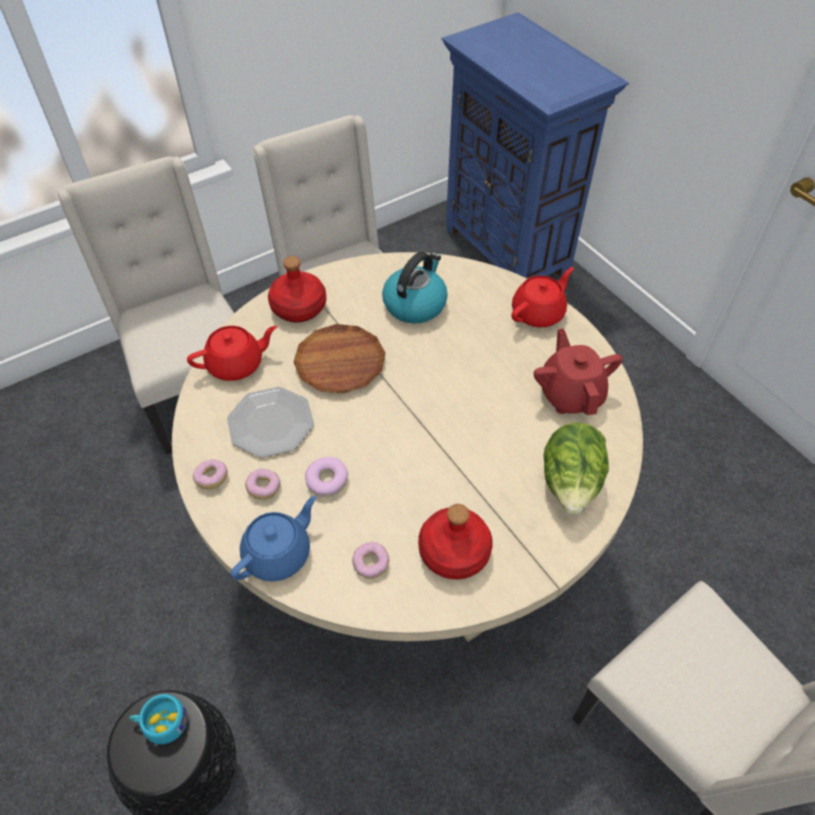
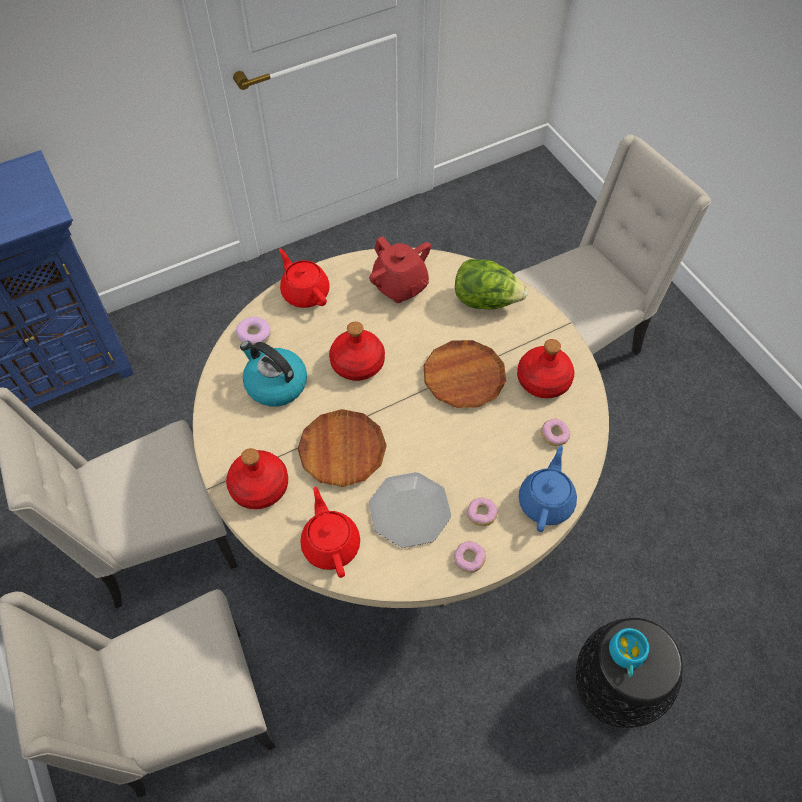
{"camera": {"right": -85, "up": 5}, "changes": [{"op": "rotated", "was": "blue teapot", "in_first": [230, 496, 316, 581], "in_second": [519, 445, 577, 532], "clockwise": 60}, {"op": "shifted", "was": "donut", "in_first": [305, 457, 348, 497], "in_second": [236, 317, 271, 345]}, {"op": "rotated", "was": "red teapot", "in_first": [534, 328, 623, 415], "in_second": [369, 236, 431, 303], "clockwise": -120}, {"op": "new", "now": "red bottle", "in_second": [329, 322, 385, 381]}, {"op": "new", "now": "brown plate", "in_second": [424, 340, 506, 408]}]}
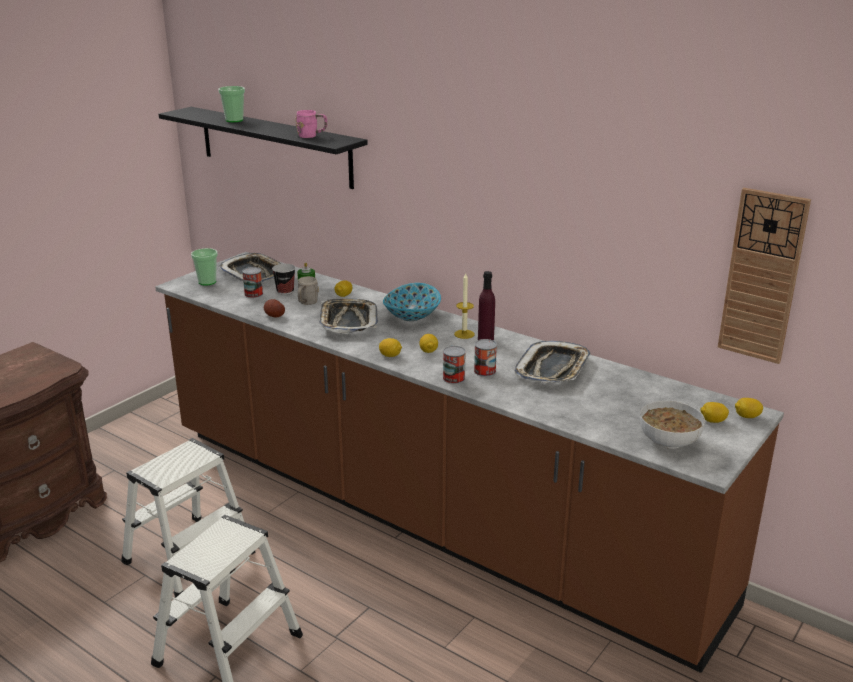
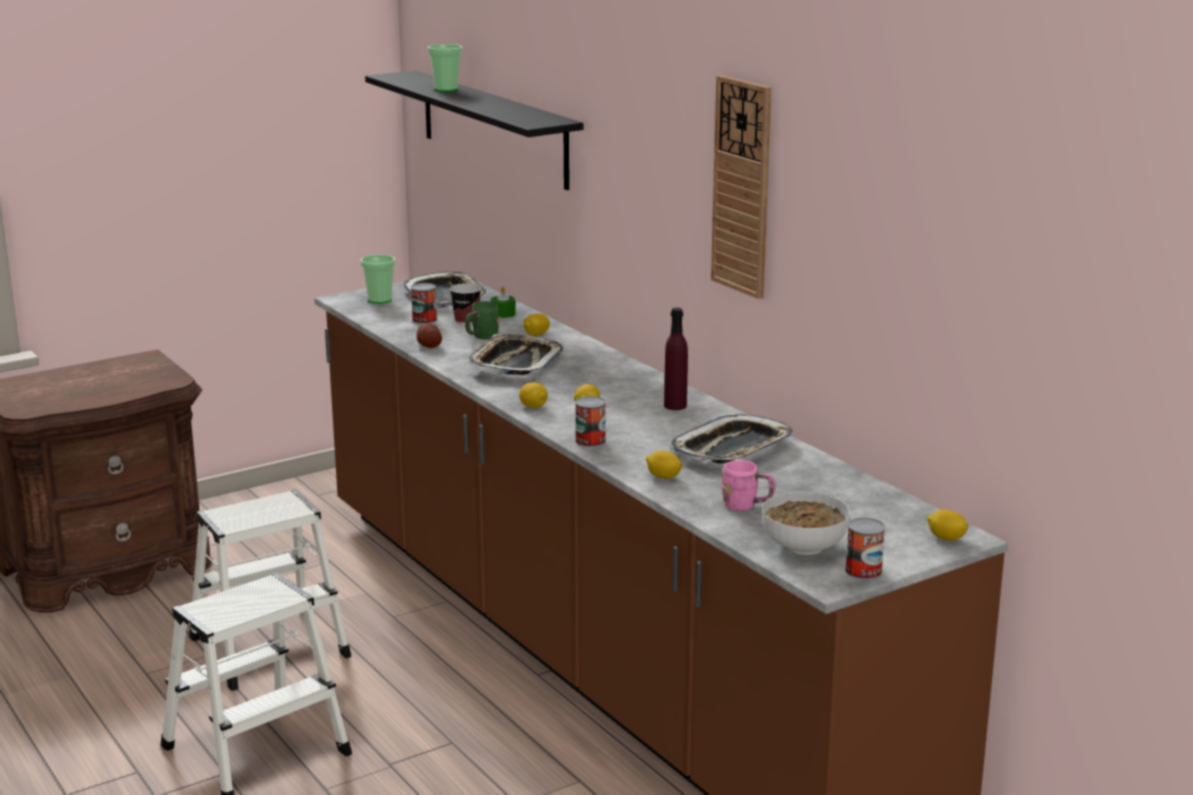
{"camera": {"right": 20, "up": -5}, "changes": [{"op": "shifted", "was": "pink mug", "in_first": [295, 110, 327, 138], "in_second": [722, 460, 775, 511]}, {"op": "repainted", "was": "grey mug", "now": "green mug", "in_first": [298, 276, 319, 305], "in_second": [465, 301, 500, 340]}, {"op": "gone", "was": "bowl", "in_first": [383, 283, 441, 321]}, {"op": "gone", "was": "candle", "in_first": [454, 273, 475, 339]}, {"op": "shifted", "was": "can", "in_first": [474, 339, 497, 377], "in_second": [845, 517, 885, 580]}, {"op": "shifted", "was": "lemon", "in_first": [700, 402, 729, 423], "in_second": [646, 450, 682, 479]}, {"op": "shifted", "was": "wall clock", "in_first": [718, 188, 811, 364], "in_second": [711, 75, 772, 299]}]}
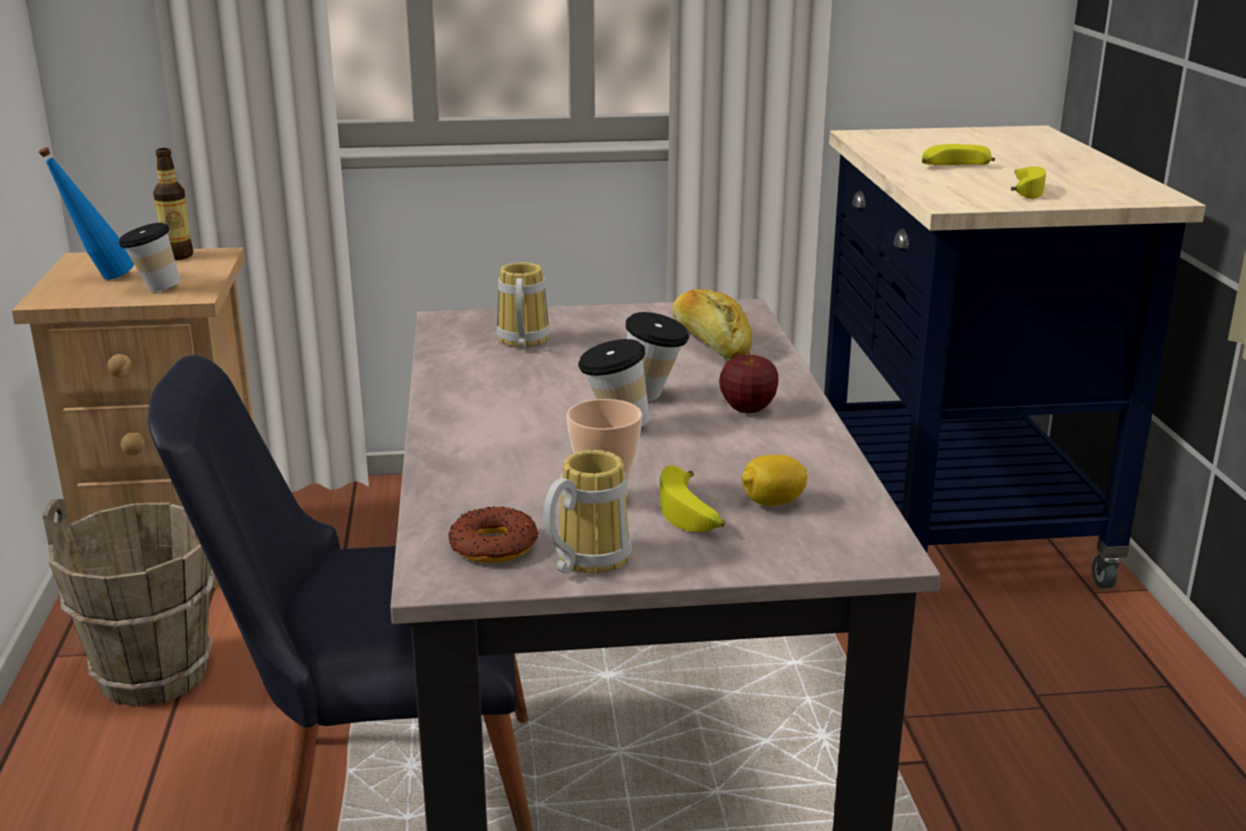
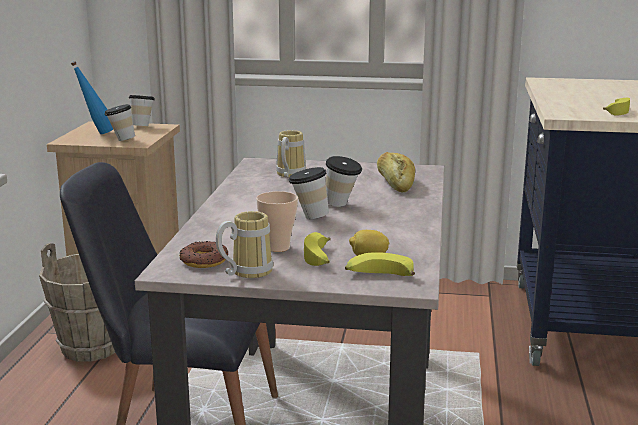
{"camera": {"right": 15, "up": -5}, "changes": [{"op": "swapped", "was": "bottle", "now": "cup", "in_first": [153, 148, 193, 260], "in_second": [129, 95, 155, 126]}, {"op": "gone", "was": "apple", "in_first": [719, 352, 779, 413]}, {"op": "shifted", "was": "banana", "in_first": [922, 144, 995, 165], "in_second": [345, 252, 415, 276]}]}
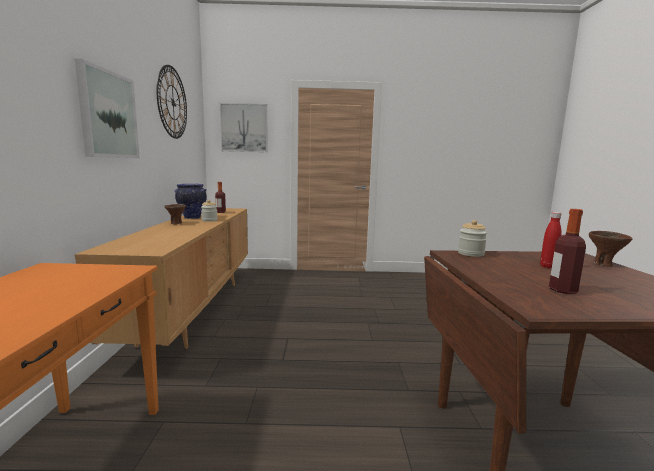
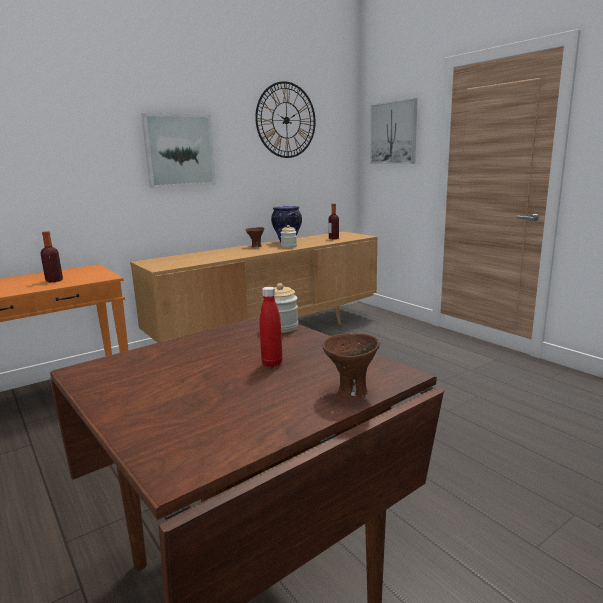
{"camera": {"right": 55, "up": 5}, "changes": [{"op": "shifted", "was": "bottle", "in_first": [549, 209, 586, 294], "in_second": [40, 231, 63, 282]}]}
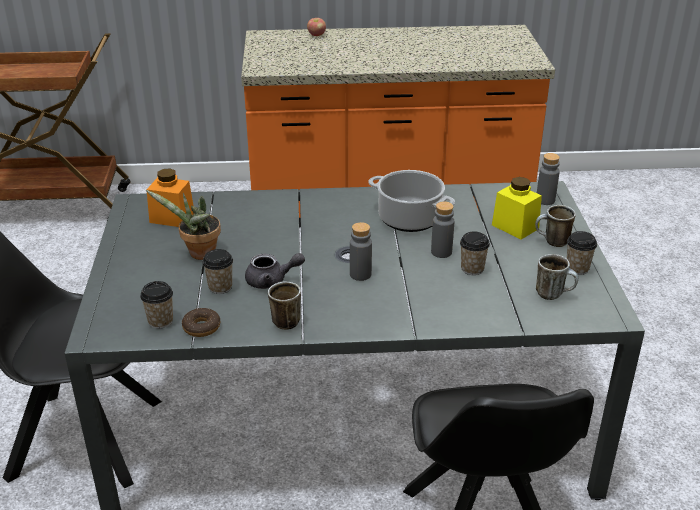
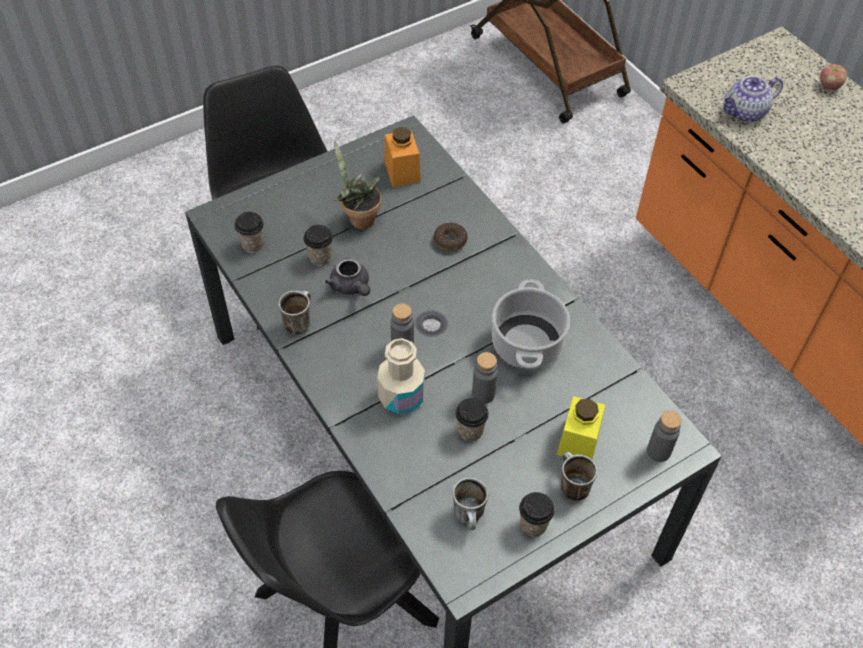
{"camera": {"right": 60, "up": 20}, "changes": [{"op": "shifted", "was": "donut", "in_first": [182, 308, 220, 337], "in_second": [434, 223, 468, 251]}, {"op": "new", "now": "beige bottle", "in_second": [377, 338, 425, 414]}, {"op": "new", "now": "teapot", "in_second": [721, 76, 783, 122]}]}
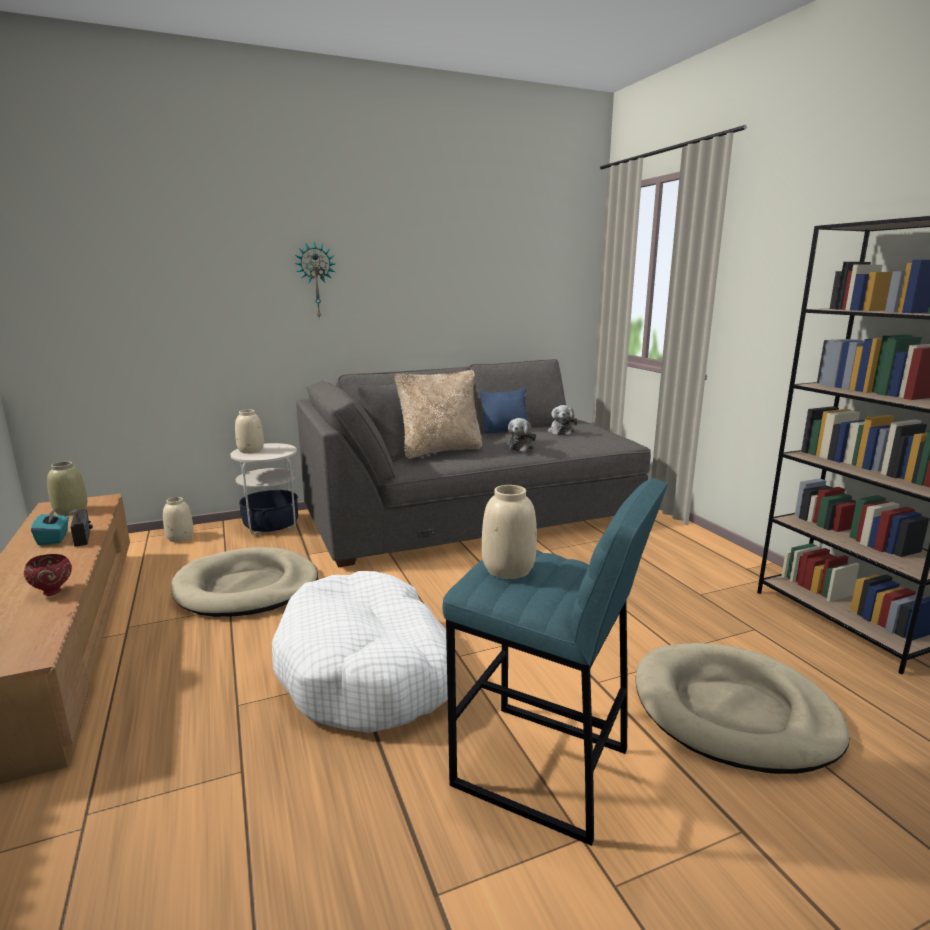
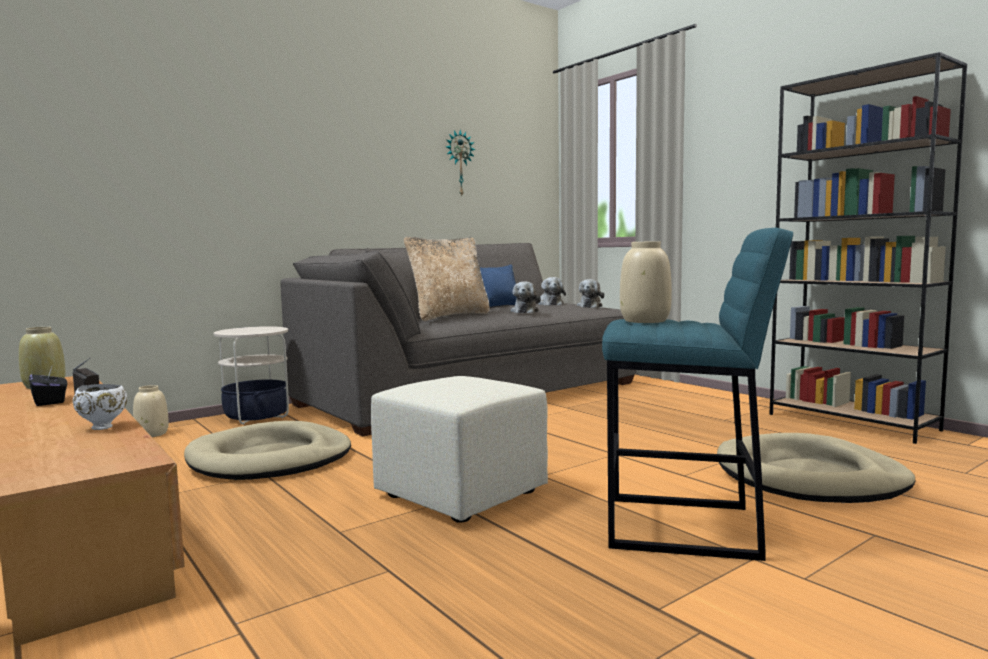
{"camera": {"right": -15, "up": -10}, "changes": [{"op": "repainted", "was": "red bowl", "now": "white bowl", "in_first": [24, 554, 72, 596], "in_second": [73, 384, 127, 430]}, {"op": "repainted", "was": "turquoise tissue box", "now": "black tissue box", "in_first": [31, 507, 69, 546], "in_second": [29, 364, 67, 406]}, {"op": "gone", "was": "beige vase", "in_first": [235, 410, 264, 454]}, {"op": "swapped", "was": "white dog bed", "now": "beige ottoman", "in_first": [272, 571, 448, 733], "in_second": [371, 376, 548, 523]}, {"op": "shifted", "was": "wall clock", "in_first": [294, 242, 335, 320], "in_second": [446, 130, 475, 197]}, {"op": "new", "now": "plush toy", "in_second": [577, 279, 604, 308]}]}
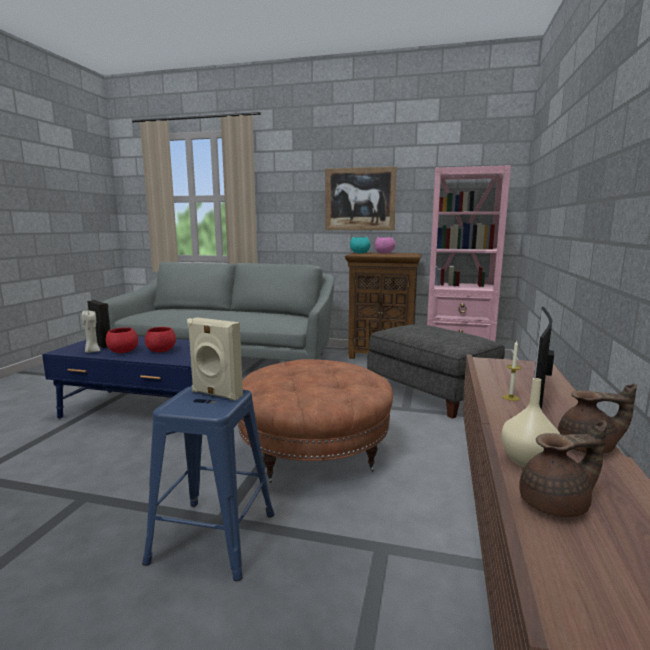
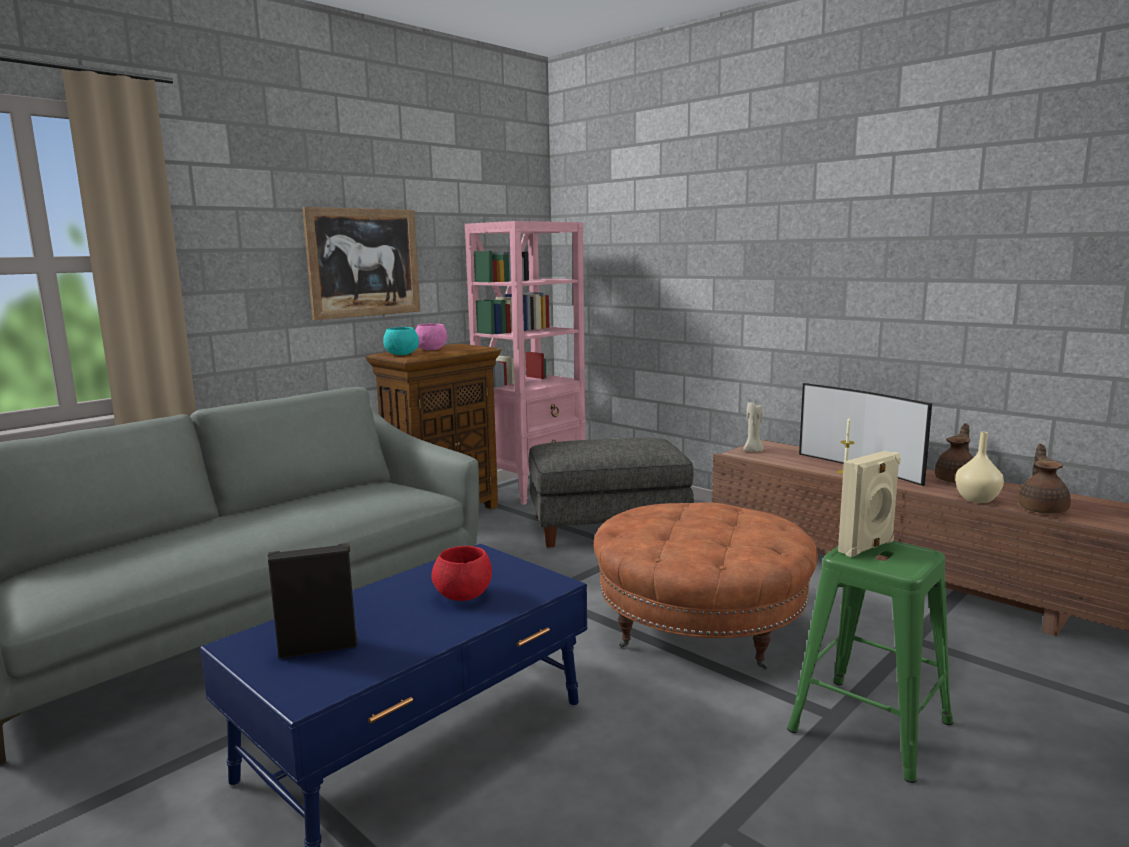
{"camera": {"right": -60, "up": 0}, "changes": [{"op": "shifted", "was": "beige candle", "in_first": [82, 310, 100, 353], "in_second": [743, 402, 764, 452]}, {"op": "gone", "was": "red bowl", "in_first": [105, 327, 138, 353]}, {"op": "repainted", "was": "blue stool", "now": "green stool", "in_first": [142, 386, 274, 581], "in_second": [787, 541, 954, 783]}]}
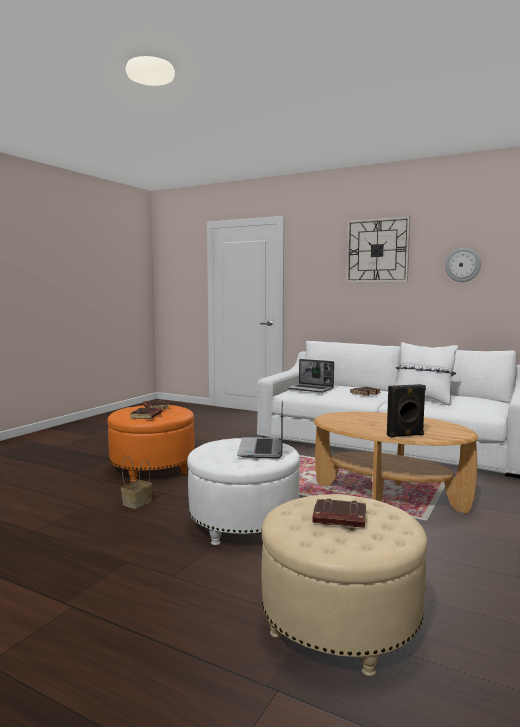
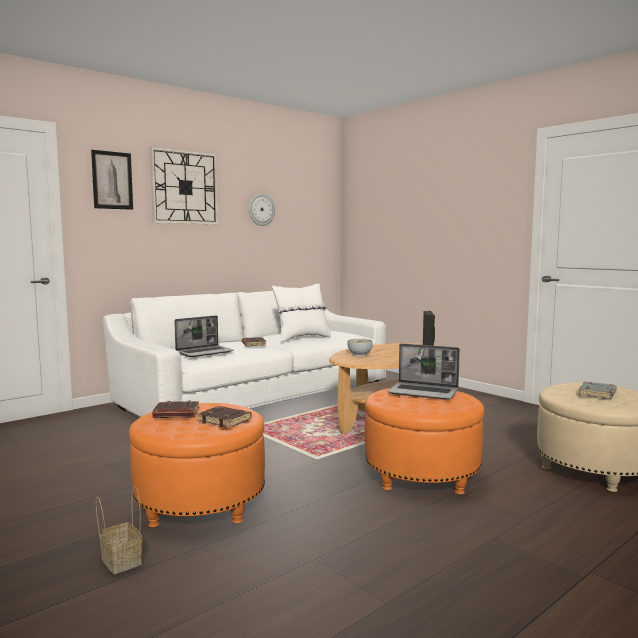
{"camera": {"right": -70, "up": 0}, "changes": [{"op": "shifted", "was": "basket", "in_first": [121, 456, 152, 509], "in_second": [96, 486, 142, 574]}, {"op": "repainted", "was": "white ottoman", "now": "orange ottoman", "in_first": [187, 438, 300, 545], "in_second": [364, 388, 484, 494]}, {"op": "repainted", "was": "brown book", "now": "grey book", "in_first": [313, 499, 366, 528], "in_second": [579, 381, 617, 399]}, {"op": "new", "now": "picture", "in_second": [91, 150, 133, 210]}, {"op": "new", "now": "bowl", "in_second": [347, 339, 373, 356]}]}
